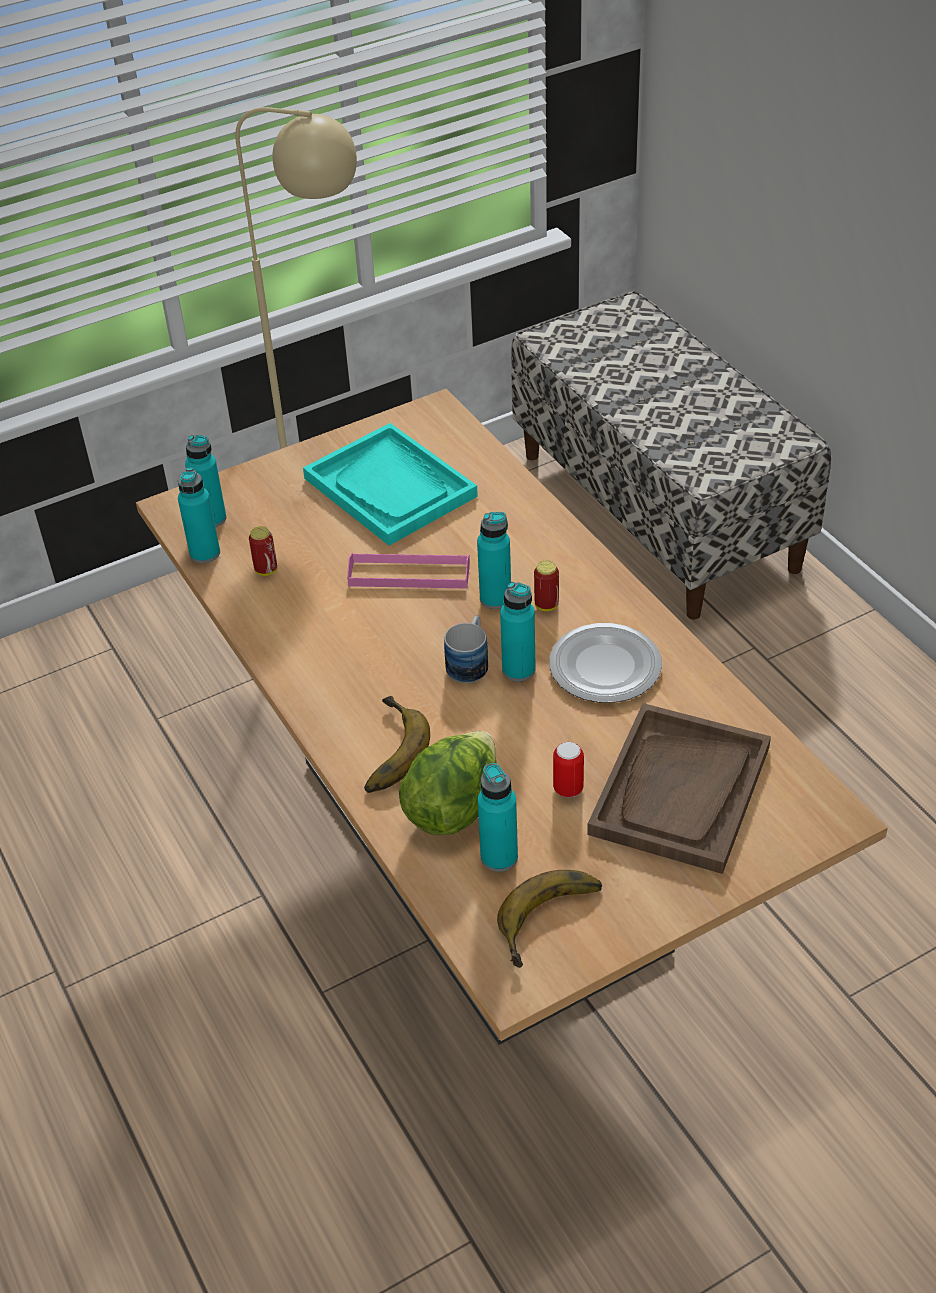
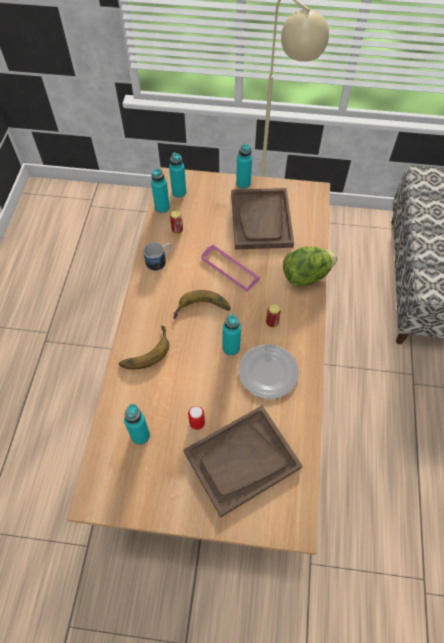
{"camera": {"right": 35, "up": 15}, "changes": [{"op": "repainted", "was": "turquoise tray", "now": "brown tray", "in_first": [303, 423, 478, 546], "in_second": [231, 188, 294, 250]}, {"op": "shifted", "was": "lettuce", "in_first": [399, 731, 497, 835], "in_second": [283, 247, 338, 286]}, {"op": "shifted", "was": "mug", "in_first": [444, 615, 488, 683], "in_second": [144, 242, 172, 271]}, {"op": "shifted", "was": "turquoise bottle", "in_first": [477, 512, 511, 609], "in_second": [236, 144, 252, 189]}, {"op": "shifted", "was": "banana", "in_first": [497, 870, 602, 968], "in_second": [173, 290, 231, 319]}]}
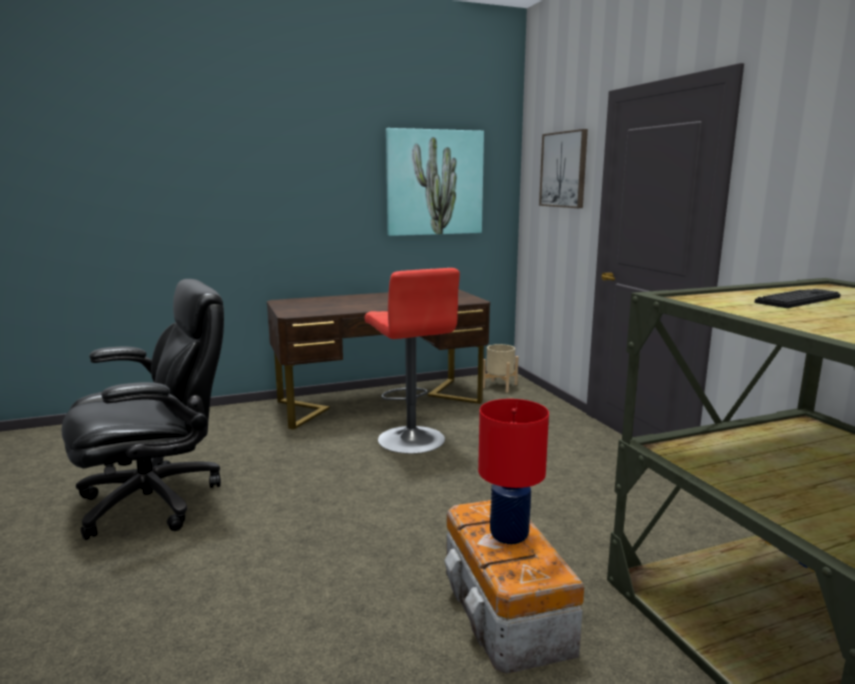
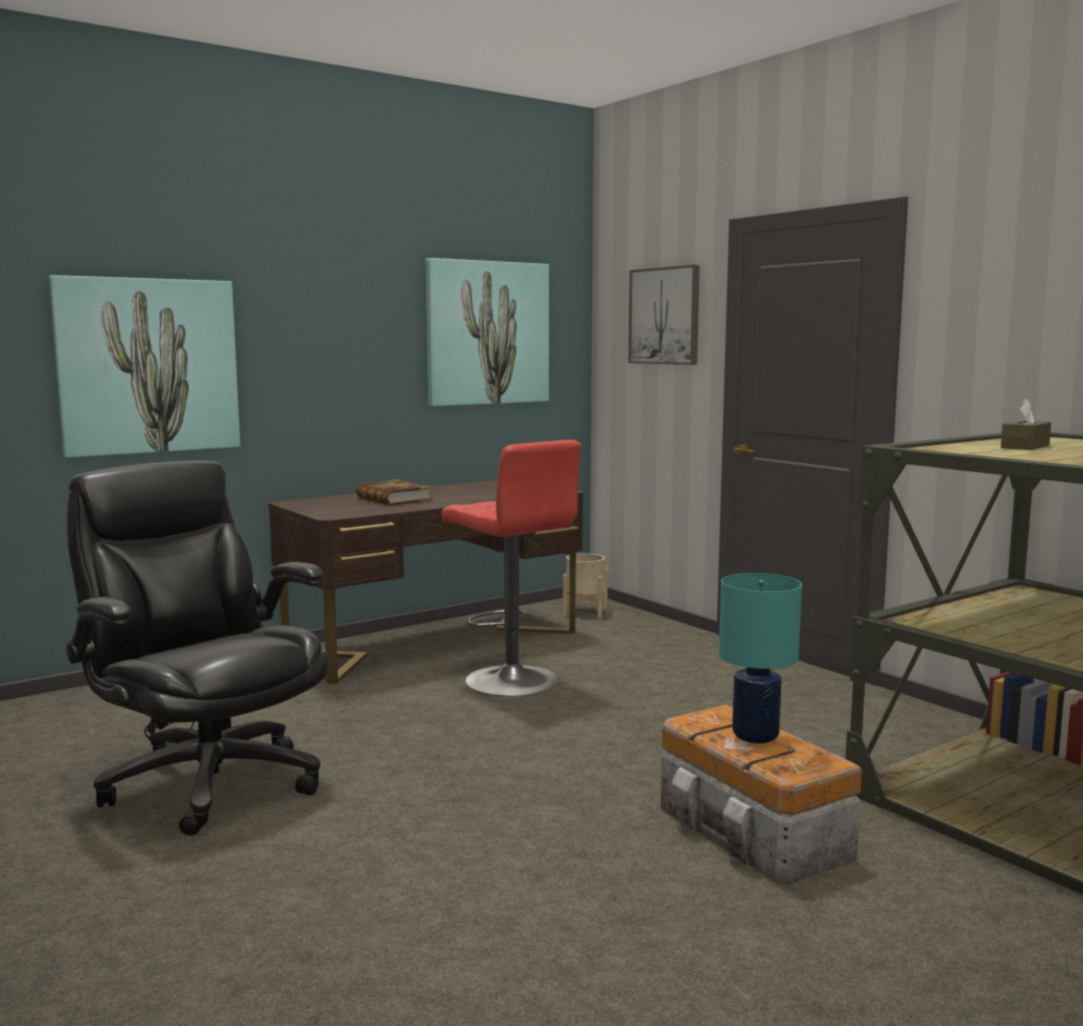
{"camera": {"right": -15, "up": -5}, "changes": [{"op": "rotated", "was": "black office chair", "in_first": [62, 279, 224, 540], "in_second": [66, 461, 328, 836], "clockwise": -90}, {"op": "repainted", "was": "red table lamp", "now": "turquoise table lamp", "in_first": [478, 399, 549, 545], "in_second": [719, 573, 802, 744]}, {"op": "swapped", "was": "keyboard", "now": "brown tissue box", "in_first": [754, 289, 841, 308], "in_second": [1001, 399, 1051, 450]}, {"op": "new", "now": "picture", "in_second": [49, 275, 240, 458]}, {"op": "new", "now": "book", "in_second": [355, 479, 432, 505]}]}
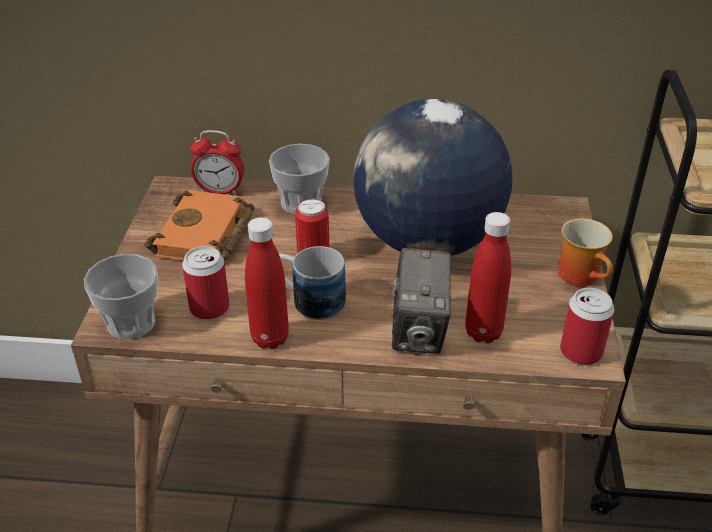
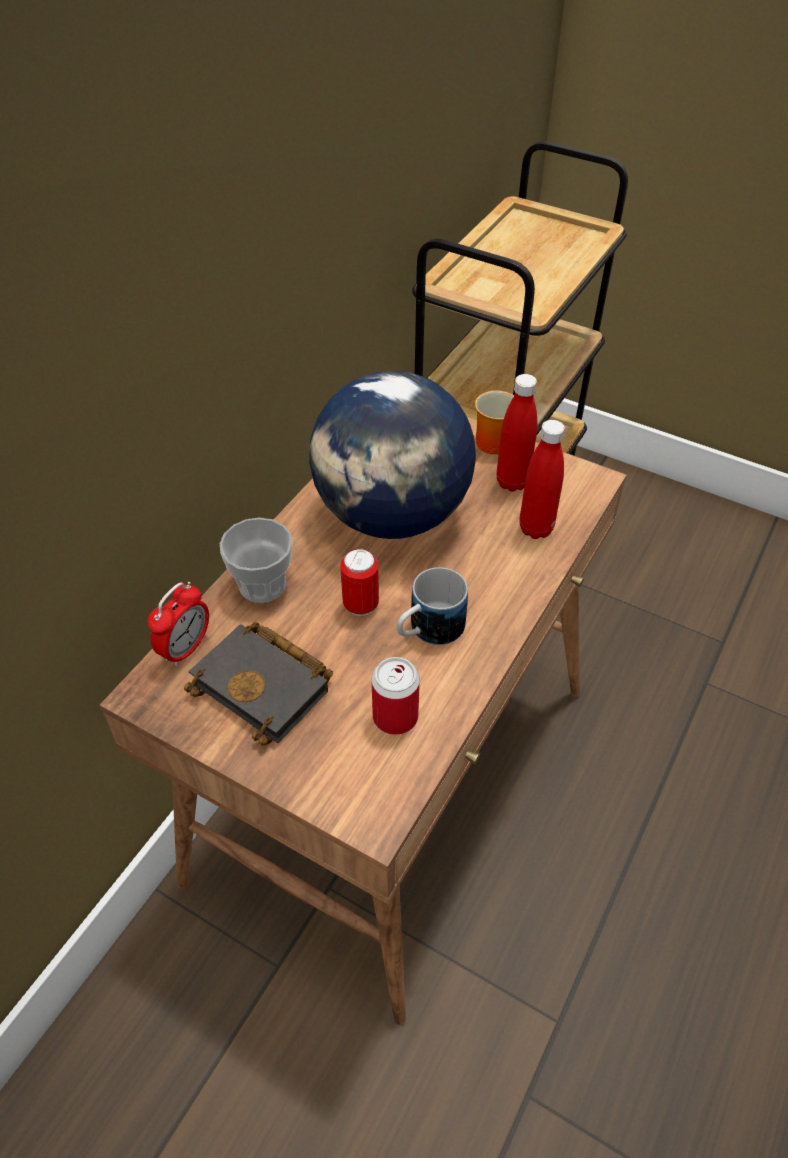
{"camera": {"right": -65, "up": 10}, "changes": [{"op": "gone", "was": "cup", "in_first": [84, 254, 158, 339]}, {"op": "repainted", "was": "orange book", "now": "black book", "in_first": [145, 190, 255, 261], "in_second": [184, 622, 333, 746]}, {"op": "shifted", "was": "red bottle", "in_first": [245, 217, 289, 349], "in_second": [496, 374, 537, 492]}, {"op": "gone", "was": "photo camera", "in_first": [392, 248, 451, 354]}, {"op": "gone", "was": "can", "in_first": [560, 288, 614, 365]}]}
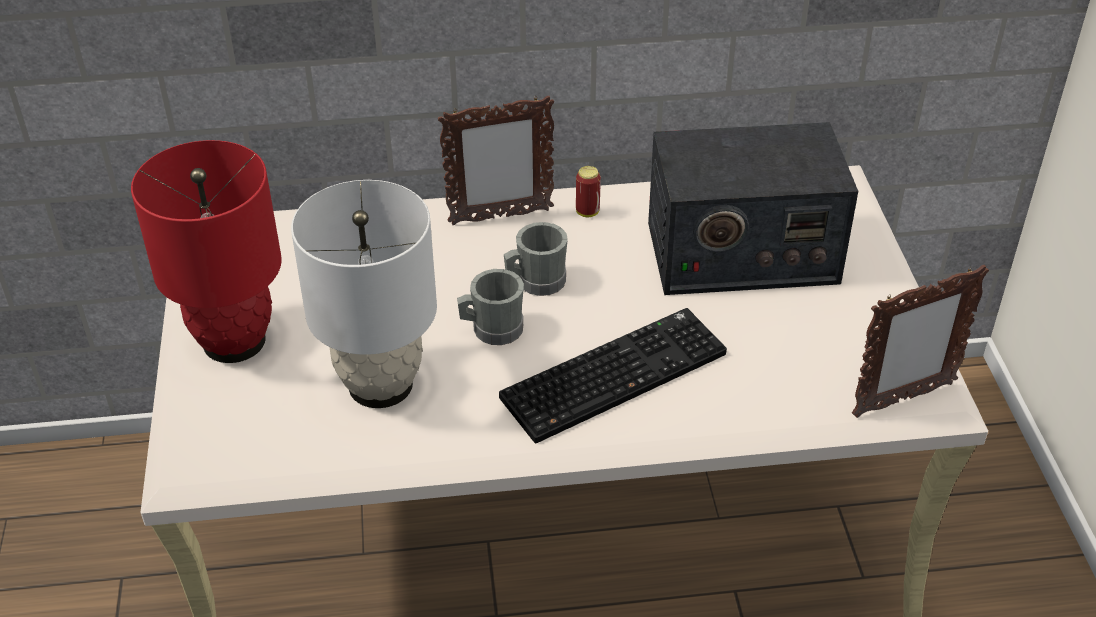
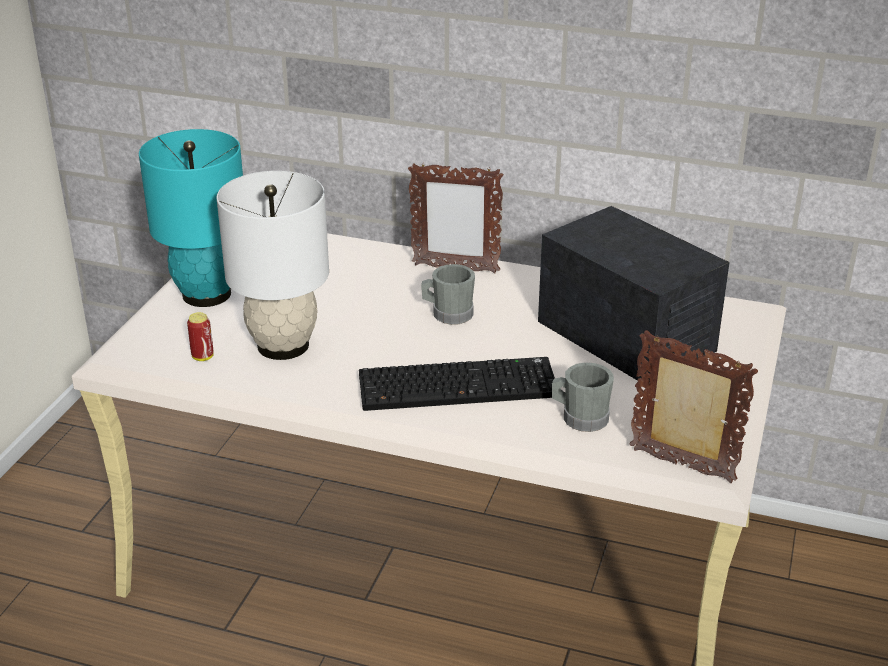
{"camera": {"right": 25, "up": -10}, "changes": [{"op": "repainted", "was": "red table lamp", "now": "turquoise table lamp", "in_first": [131, 140, 282, 363], "in_second": [139, 129, 243, 307]}, {"op": "shifted", "was": "grey mug", "in_first": [457, 269, 524, 345], "in_second": [552, 362, 614, 432]}, {"op": "shifted", "was": "can", "in_first": [576, 166, 601, 217], "in_second": [187, 312, 214, 361]}, {"op": "rotated", "was": "radio", "in_first": [648, 122, 858, 295], "in_second": [538, 206, 730, 381], "clockwise": -150}, {"op": "rotated", "was": "picture frame", "in_first": [852, 265, 989, 418], "in_second": [629, 330, 758, 483], "clockwise": -150}]}
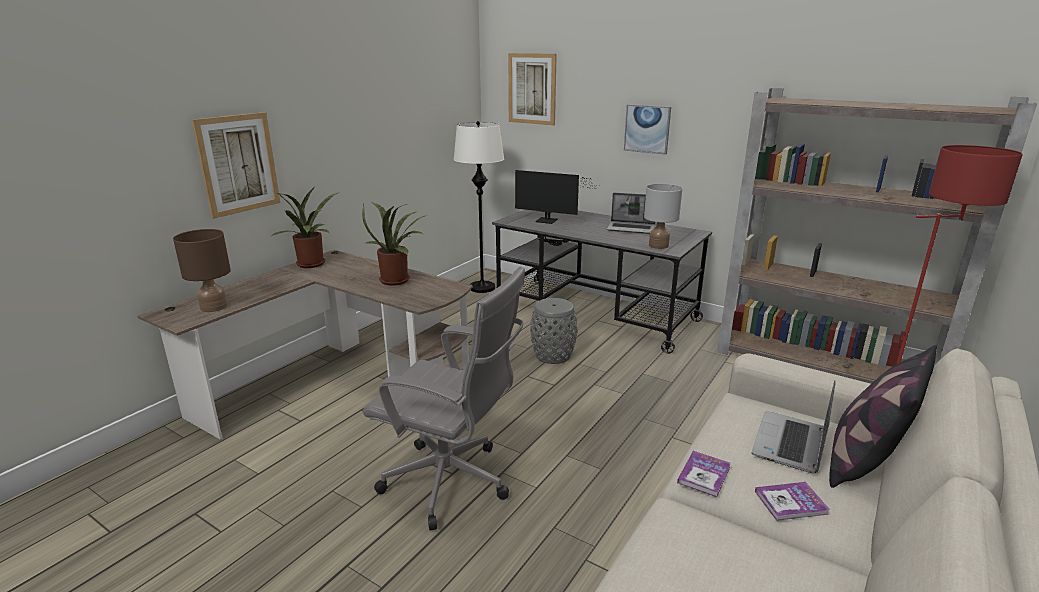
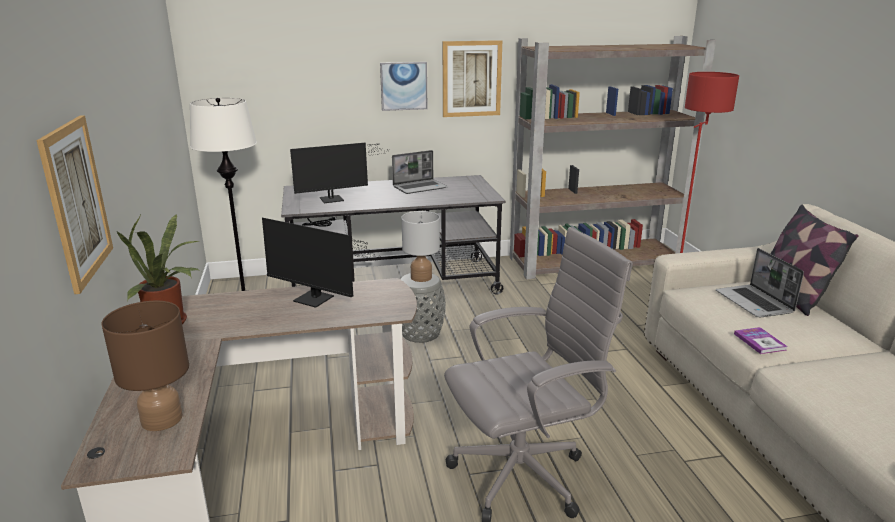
{"camera": {"right": -45, "up": 0}, "changes": [{"op": "swapped", "was": "potted plant", "now": "monitor", "in_first": [362, 202, 429, 286], "in_second": [262, 218, 374, 308]}, {"op": "shifted", "was": "picture", "in_first": [508, 53, 557, 125], "in_second": [443, 40, 502, 117]}, {"op": "shifted", "was": "grey table lamp", "in_first": [644, 183, 683, 249], "in_second": [401, 211, 440, 282]}, {"op": "gone", "was": "book", "in_first": [755, 482, 830, 521]}]}
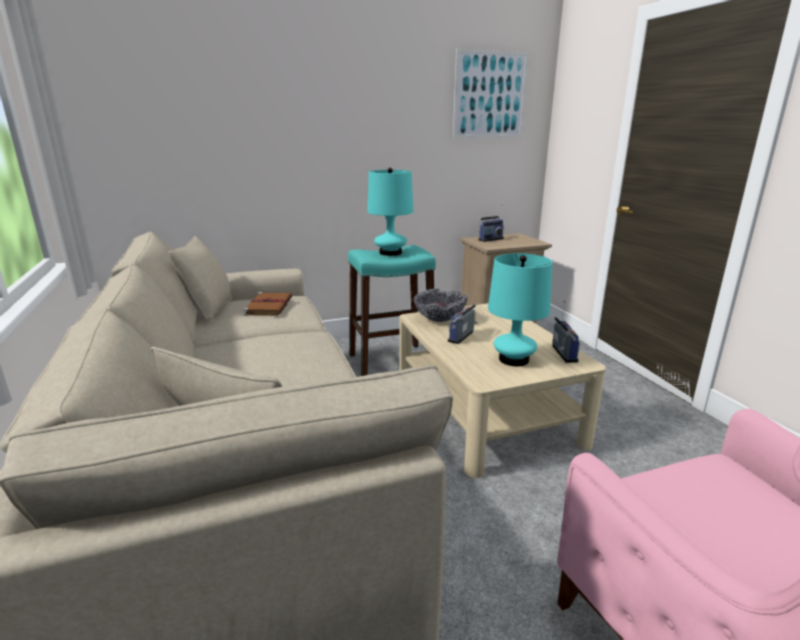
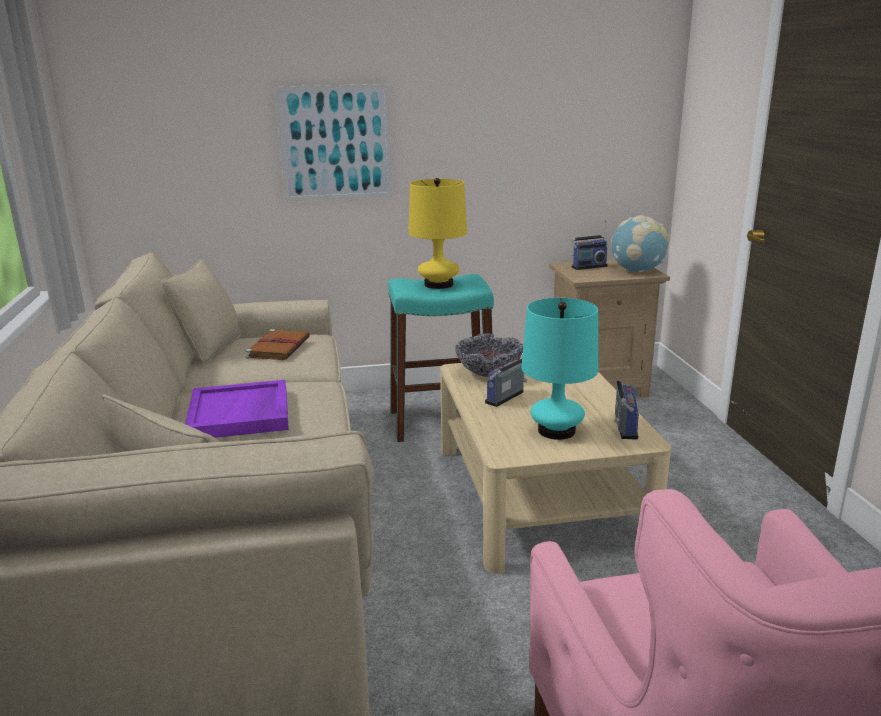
{"camera": {"right": 10, "up": 0}, "changes": [{"op": "repainted", "was": "turquoise table lamp", "now": "yellow table lamp", "in_first": [367, 168, 413, 256], "in_second": [409, 178, 467, 289]}, {"op": "shifted", "was": "picture", "in_first": [453, 49, 529, 138], "in_second": [275, 84, 392, 201]}, {"op": "new", "now": "purple tray", "in_second": [185, 380, 289, 438]}, {"op": "new", "now": "globe", "in_second": [611, 215, 669, 272]}]}
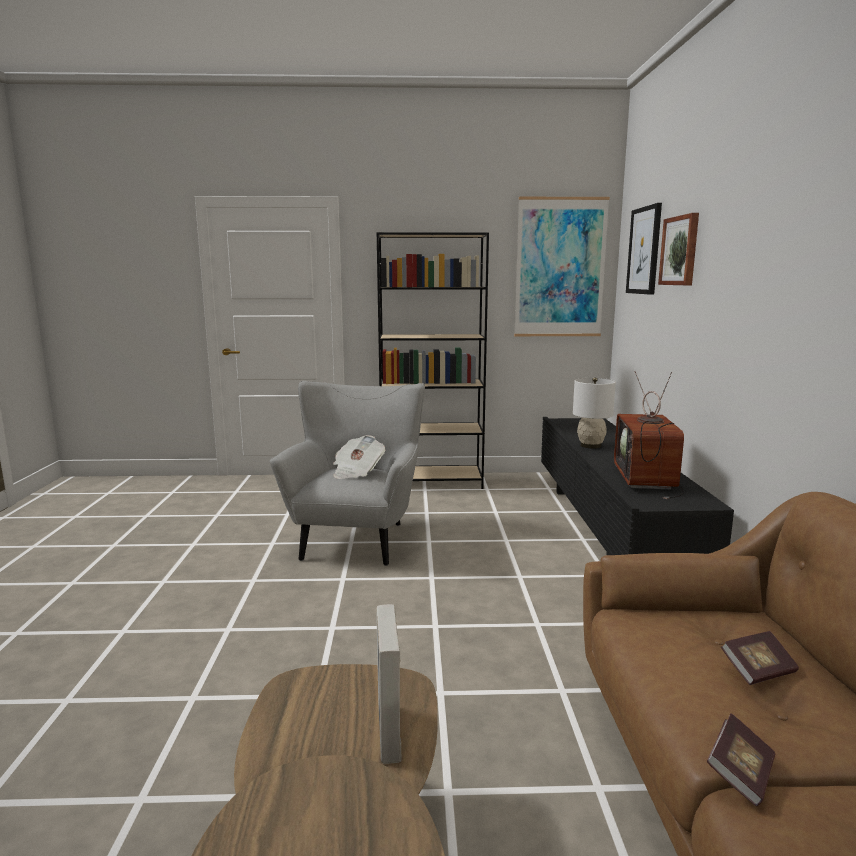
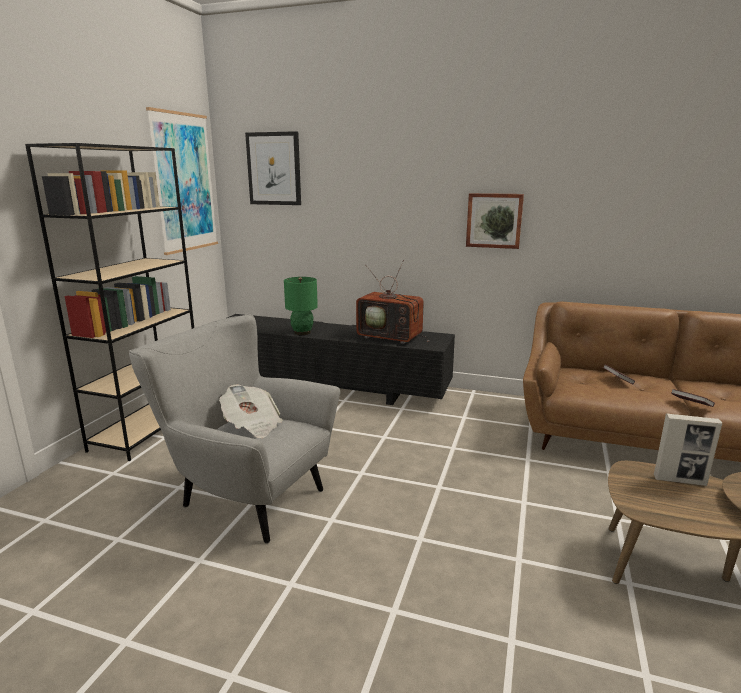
{"camera": {"right": -70, "up": 5}, "changes": [{"op": "repainted", "was": "white table lamp", "now": "green table lamp", "in_first": [573, 377, 616, 449], "in_second": [284, 277, 318, 335]}, {"op": "shifted", "was": "picture", "in_first": [658, 213, 699, 285], "in_second": [466, 193, 524, 249]}]}
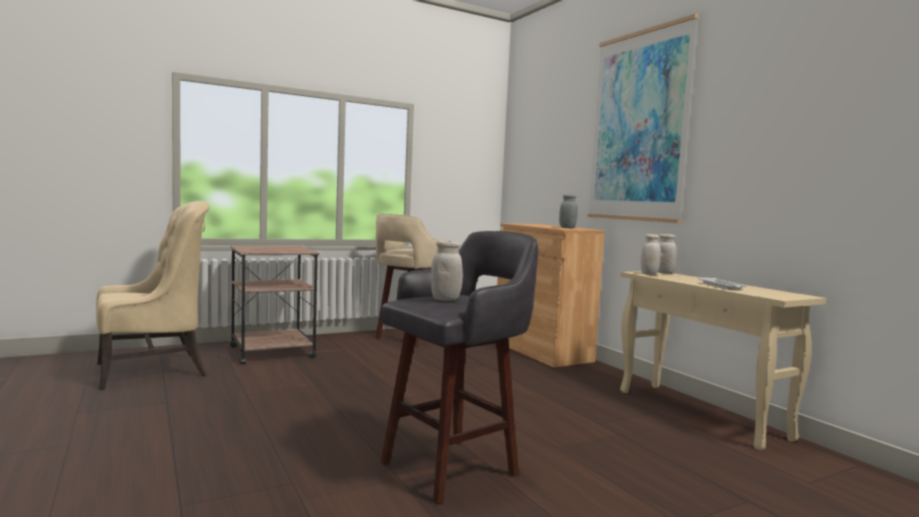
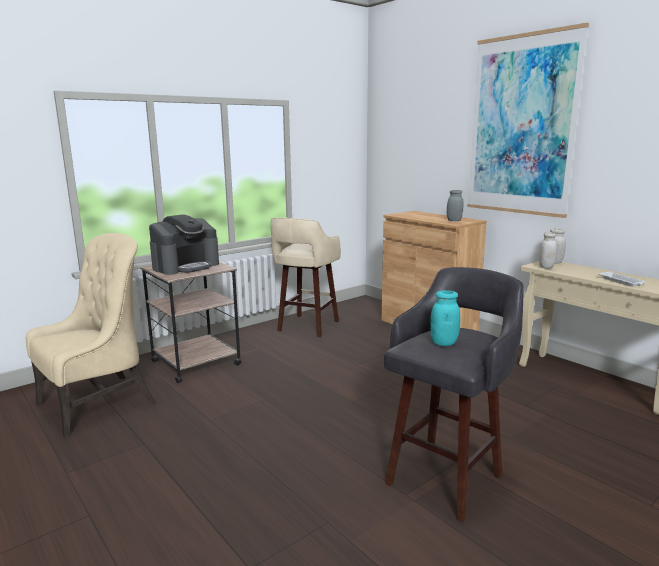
{"camera": {"right": -10, "up": 10}, "changes": [{"op": "repainted", "was": "white jar", "now": "turquoise jar", "in_first": [431, 240, 463, 301], "in_second": [430, 290, 460, 346]}, {"op": "new", "now": "coffee machine", "in_second": [149, 215, 219, 275]}]}
